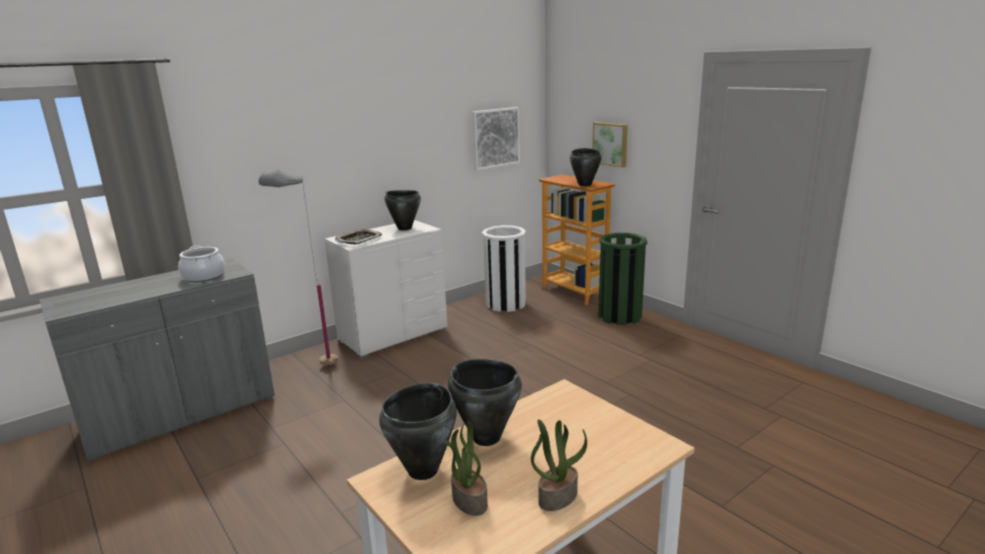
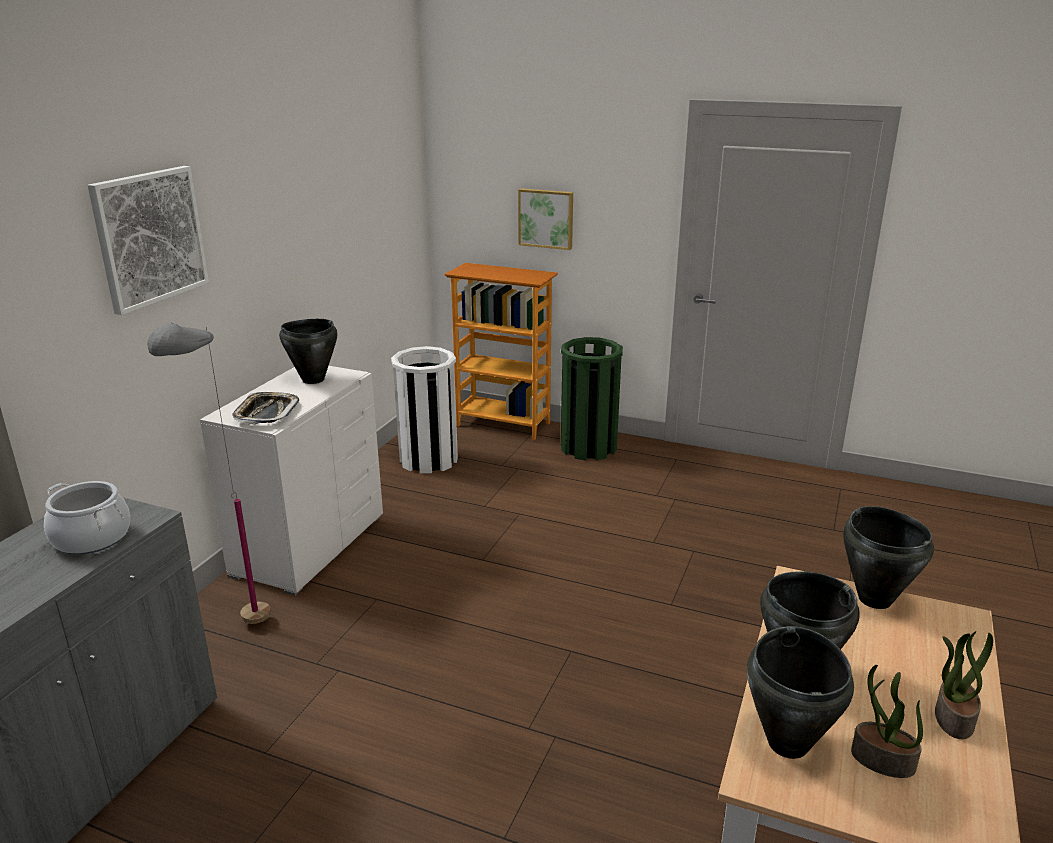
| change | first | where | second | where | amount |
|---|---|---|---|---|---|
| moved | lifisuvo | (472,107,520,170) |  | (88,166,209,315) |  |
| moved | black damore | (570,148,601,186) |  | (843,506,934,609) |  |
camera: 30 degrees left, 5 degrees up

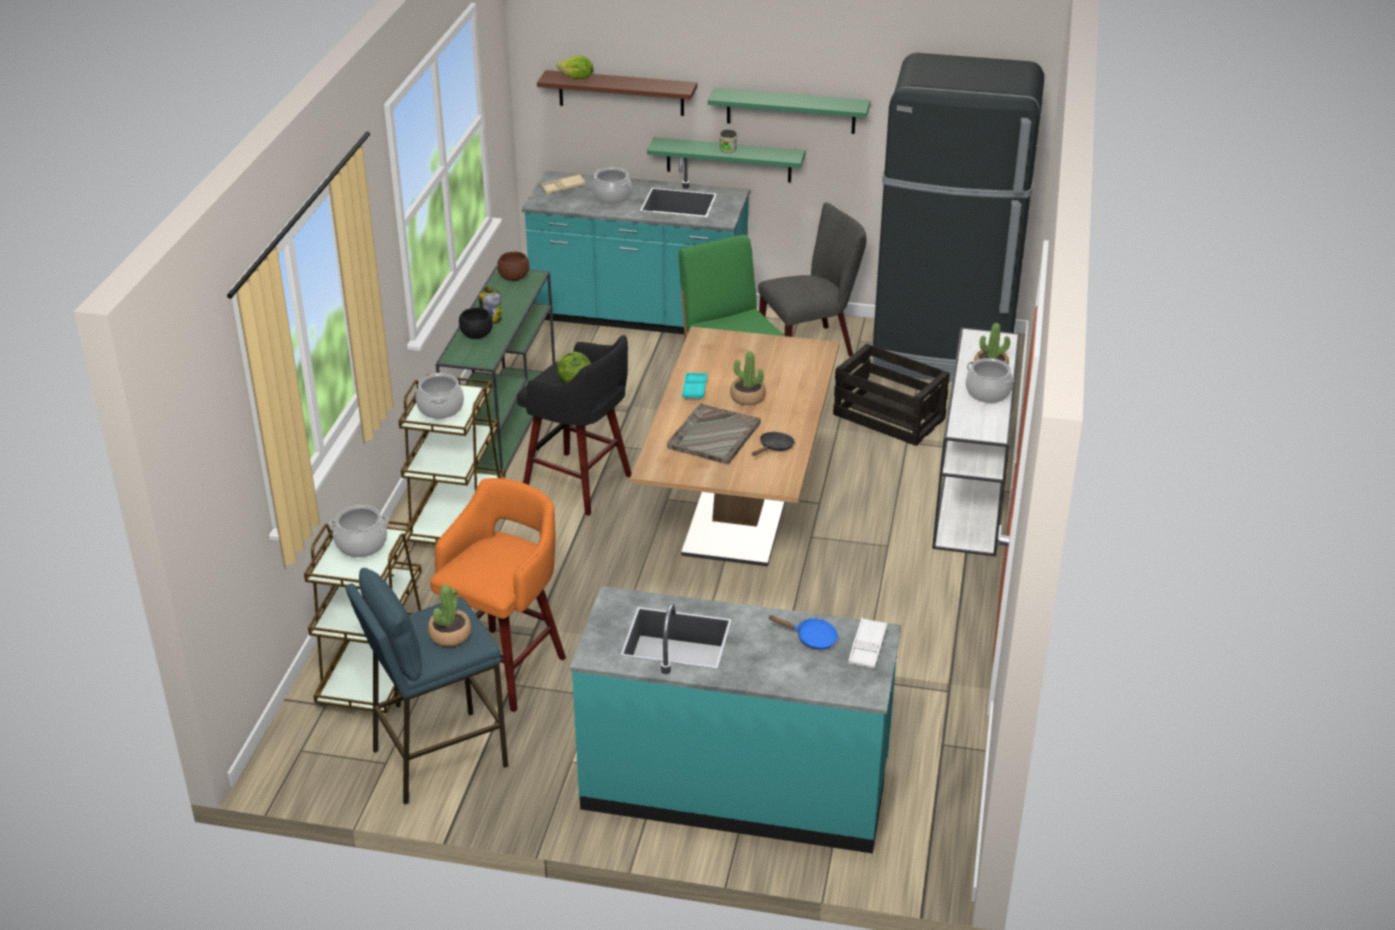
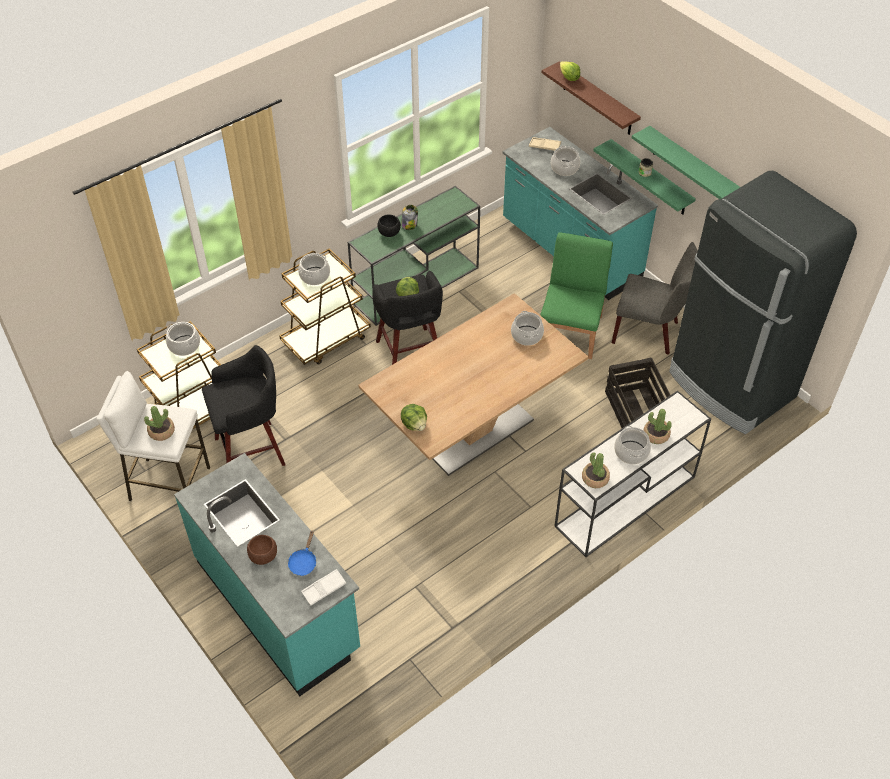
| change | first | where | second | where | amount |
|---|---|---|---|---|---|
| recoloured | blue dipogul | (346,568,508,805) | white dipogul | (97,371,210,501) |  |
| recoloured | orange dipogul | (430,478,566,712) | black dipogul | (202,345,286,466) |  |
| moved | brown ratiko | (497,252,529,281) |  | (247,535,277,565) |  |
| removed | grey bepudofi | (667,403,761,465) |  |  |  |
| removed | turquoise bepudofi | (682,373,707,399) |  |  |  |
| moved | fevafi | (730,351,766,405) |  | (582,452,610,488) |  |
| removed | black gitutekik | (752,432,795,456) |  |  |  |
| turned | blue gitutekik | (769,615,838,650) |  | (288,530,316,576) | 45 degrees clockwise |
| added |  |  | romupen | (401,404,427,431) |  |
| added |  |  | damore | (511,311,544,346) |  |
camera: 40 degrees right, 15 degrees up

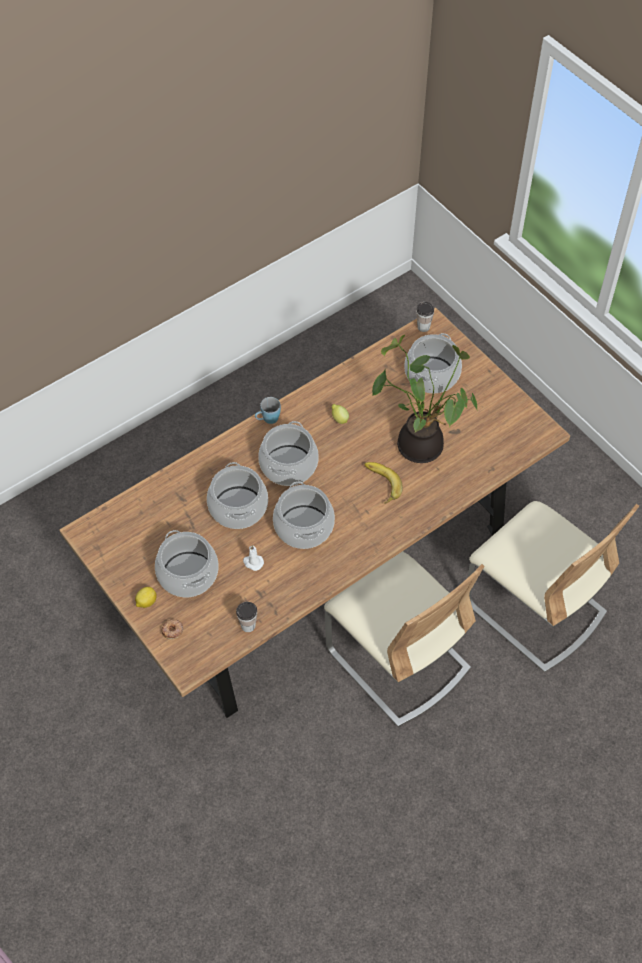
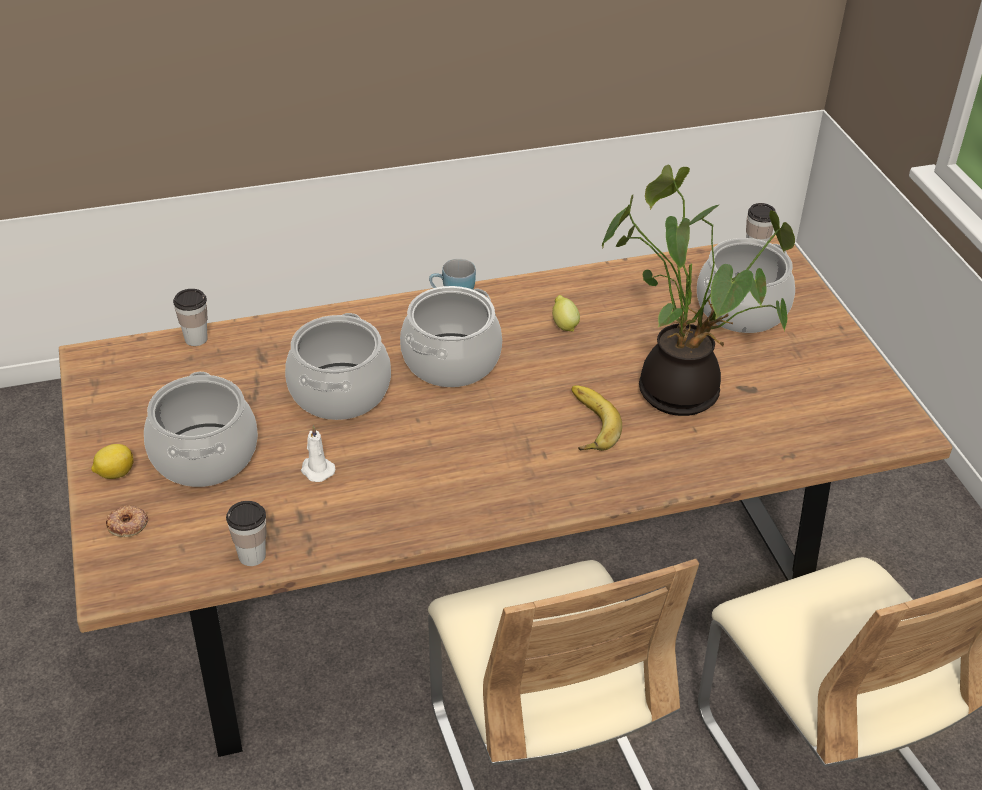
| change | first | where | second | where | amount |
|---|---|---|---|---|---|
| removed | damore | (273,482,335,549) |  |  |  |
| added |  |  | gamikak | (173,289,208,346) |  |
camera: 20 degrees right, 15 degrees down

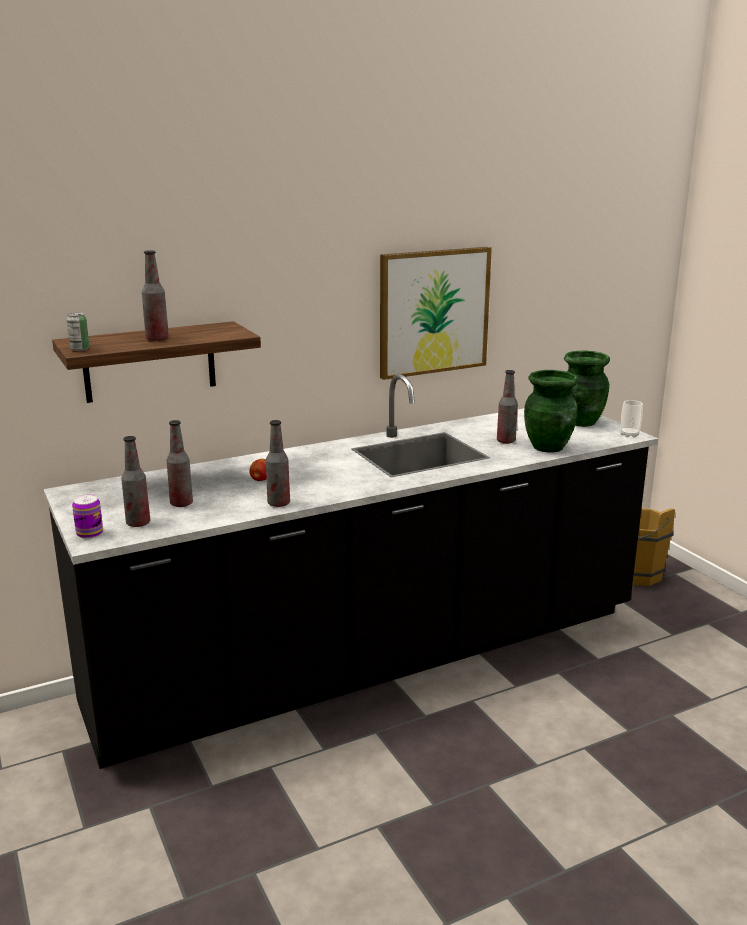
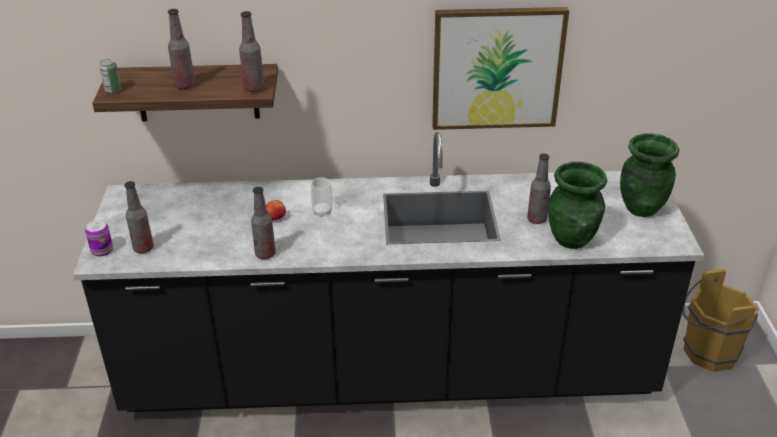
| change | first | where | second | where | amount |
|---|---|---|---|---|---|
| moved | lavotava | (166,420,193,507) |  | (239,11,264,92) |  |
| moved | gamikak | (620,400,643,438) |  | (311,178,332,217) |  |
camera: 25 degrees right, 15 degrees up

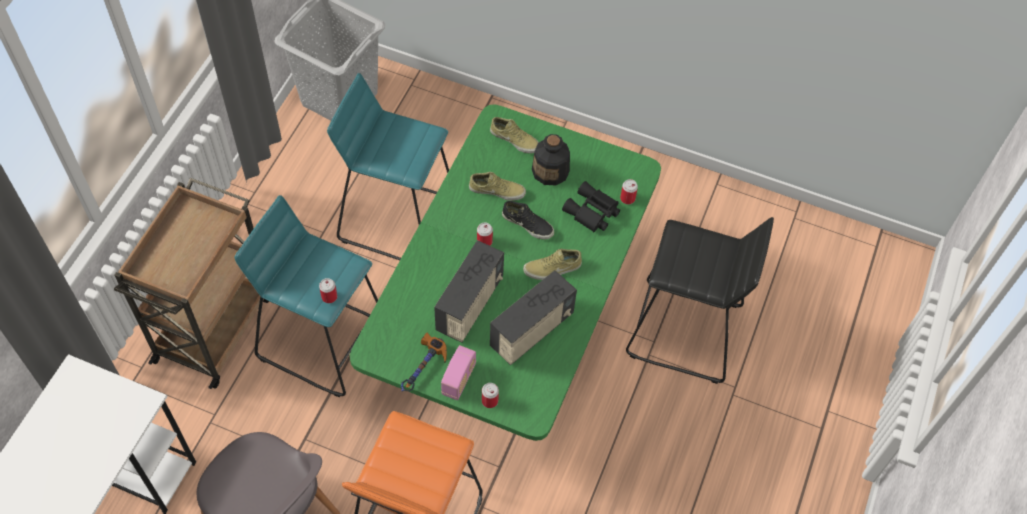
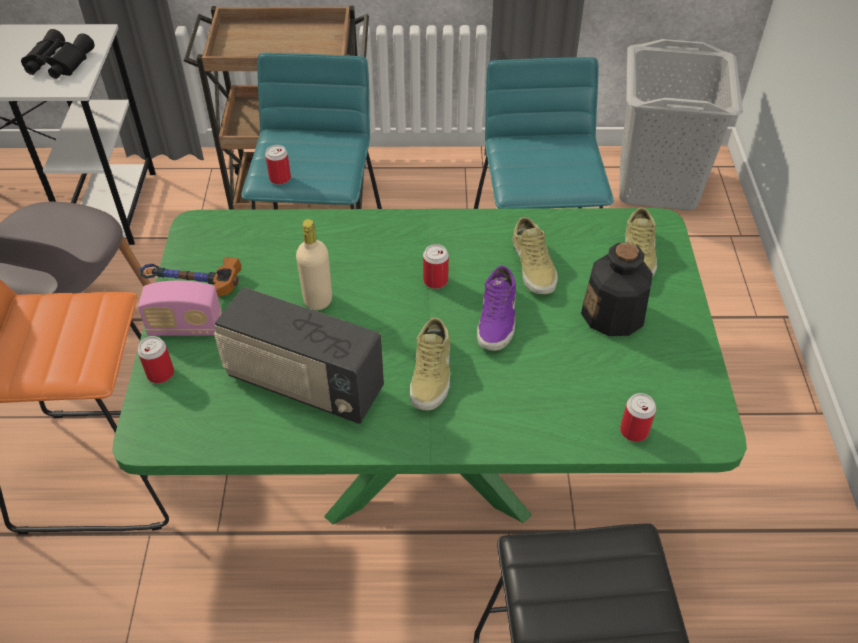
| change | first | where | second | where | amount |
|---|---|---|---|---|---|
| replaced | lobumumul | (434,240,504,343) | beige lavotava | (296,219,332,310) |  |
| recoloured | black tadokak | (502,201,554,240) | purple tadokak | (477,266,516,351) |  |
| turned | beige tadokak | (523,249,582,280) |  | (410,318,450,410) | 135 degrees counterclockwise |
| moved | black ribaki | (562,181,620,232) |  | (21,29,95,79) |  |
camera: 70 degrees right, 10 degrees down

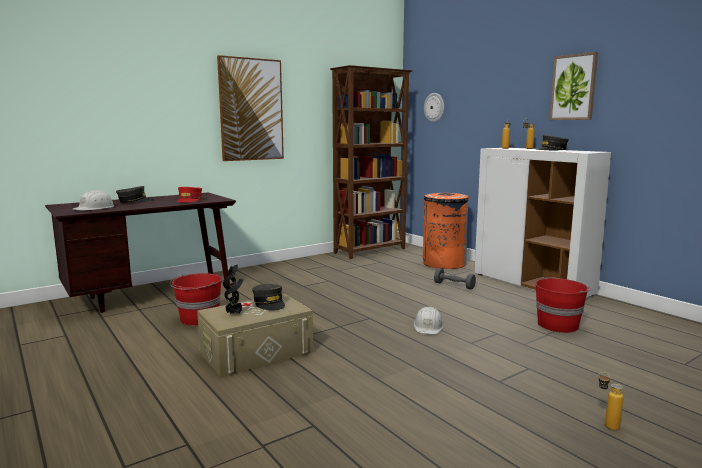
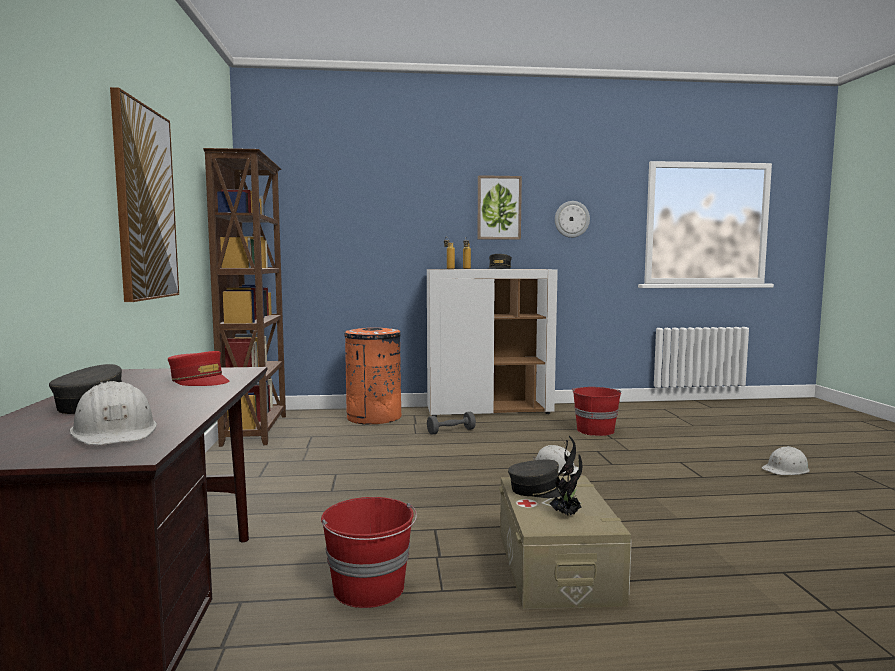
| change | first | where | second | where | amount |
|---|---|---|---|---|---|
| moved | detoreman | (424,93,444,122) |  | (555,201,590,238) |  |
| replaced | lavotava | (598,372,623,430) | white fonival | (762,446,810,475) |  |
camera: 60 degrees left, 5 degrees down

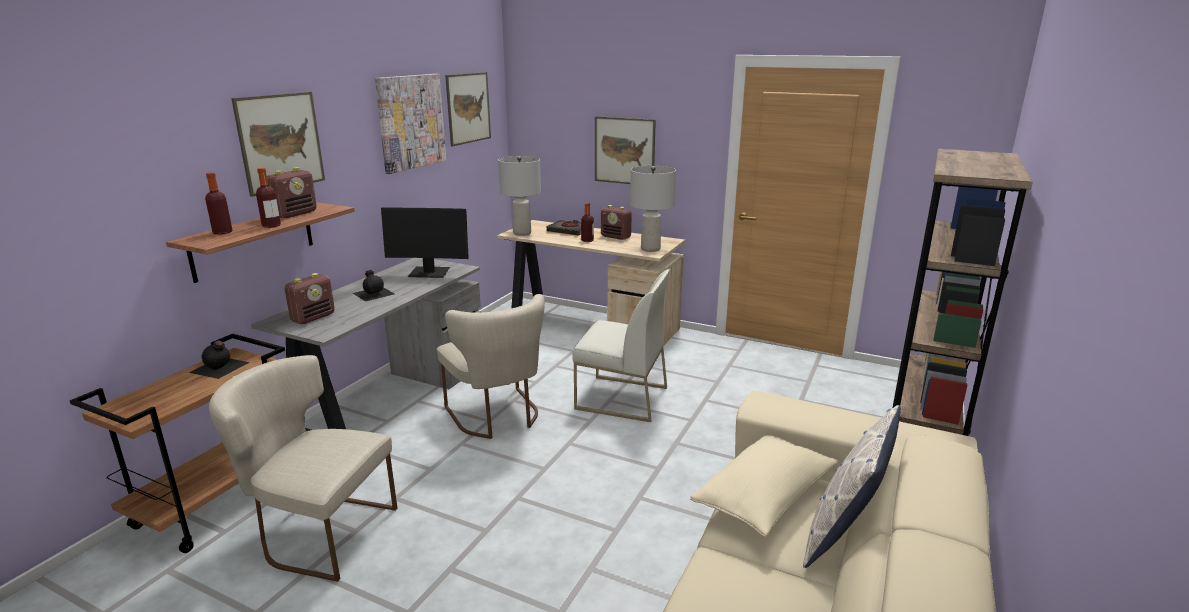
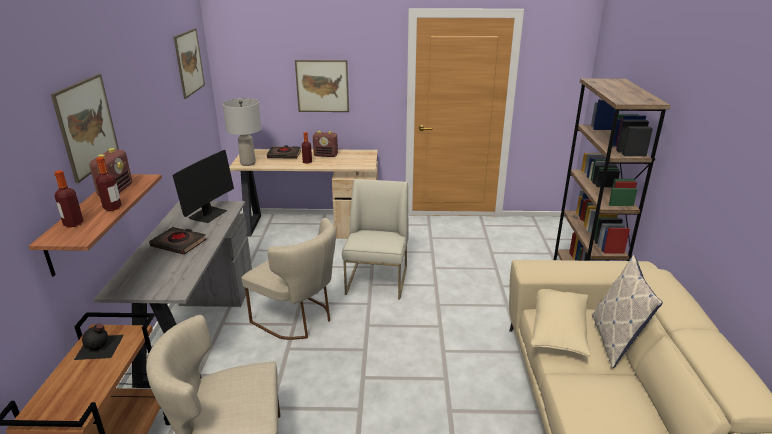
| change | first | where | second | where | amount |
|---|---|---|---|---|---|
| removed | lobumumul | (284,273,335,324) |  |  |  |
| replaced | black lavotava | (353,270,394,301) | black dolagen | (149,227,206,255) |  |
| removed | lifisuvo | (375,74,446,174) |  |  |  |
| turned | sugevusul | (381,208,469,278) |  | (173,150,234,223) | 45 degrees counterclockwise |
| turned | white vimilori | (572,269,670,422) |  | (342,179,409,300) | 75 degrees counterclockwise |
| removed | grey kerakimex | (630,166,676,252) |  |  |  |
camera: 25 degrees left, 5 degrees up

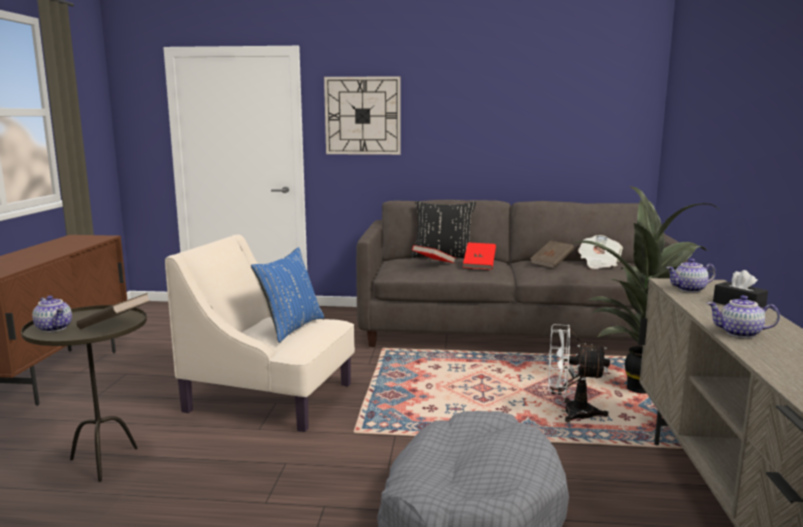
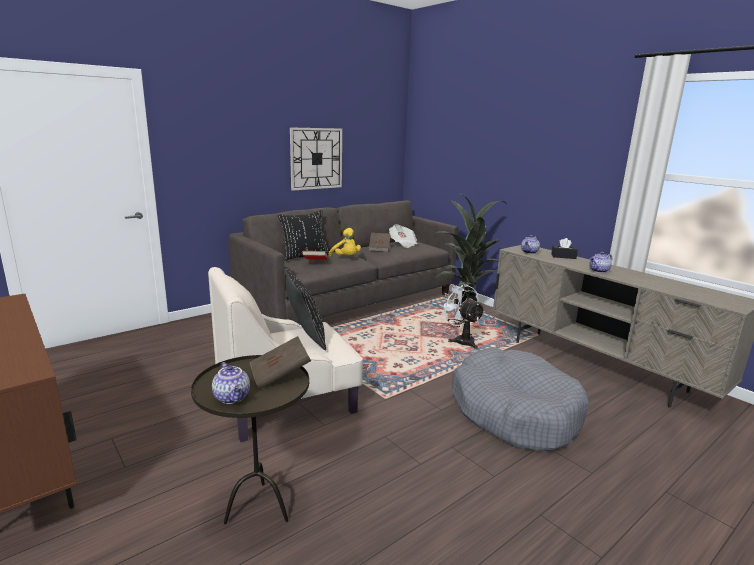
| change | first | where | second | where | amount |
|---|---|---|---|---|---|
| turned | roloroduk | (32,296,72,332) |  | (212,362,250,404) | 60 degrees clockwise |
| recoloured | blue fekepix | (251,247,325,343) | black fekepix | (285,269,326,351) |  |
| moved | detoreman | (324,76,400,155) |  | (290,127,342,191) |  |
| replaced | red dolagen | (463,242,496,270) | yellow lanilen | (329,228,361,257) |  |
| turned | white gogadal | (548,324,610,422) |  | (440,284,485,349) | 90 degrees clockwise |
camera: 45 degrees left, 5 degrees up

